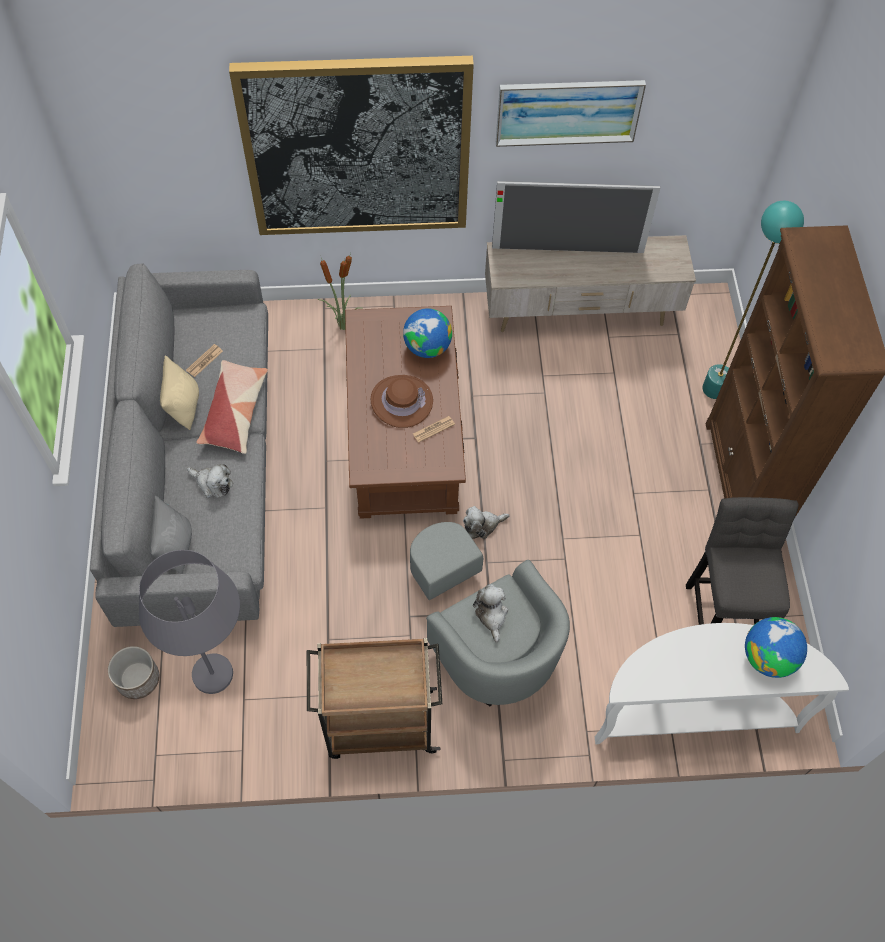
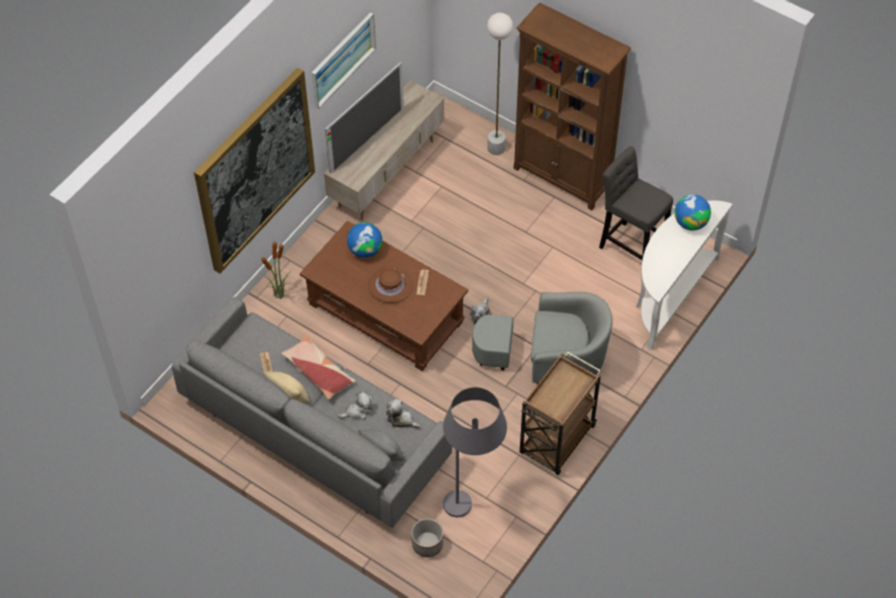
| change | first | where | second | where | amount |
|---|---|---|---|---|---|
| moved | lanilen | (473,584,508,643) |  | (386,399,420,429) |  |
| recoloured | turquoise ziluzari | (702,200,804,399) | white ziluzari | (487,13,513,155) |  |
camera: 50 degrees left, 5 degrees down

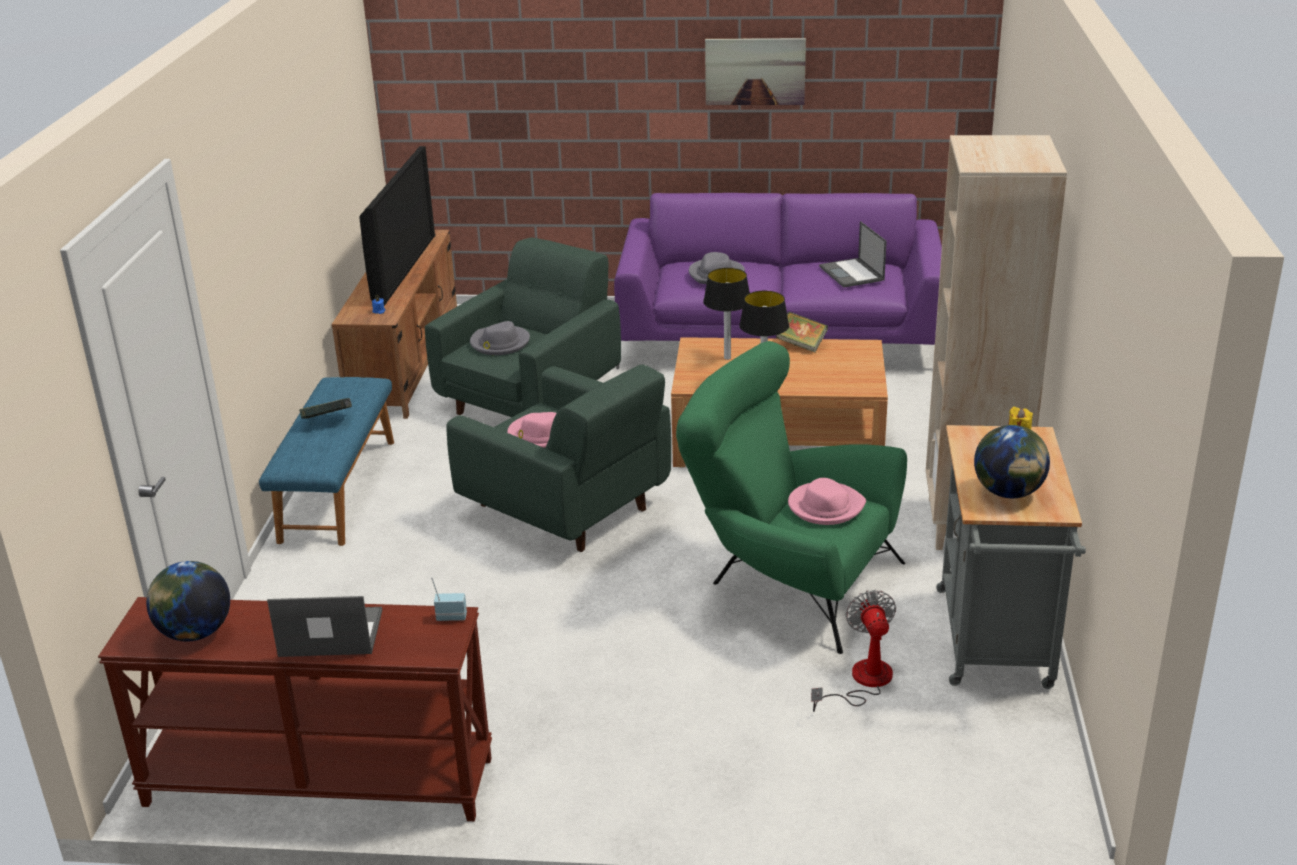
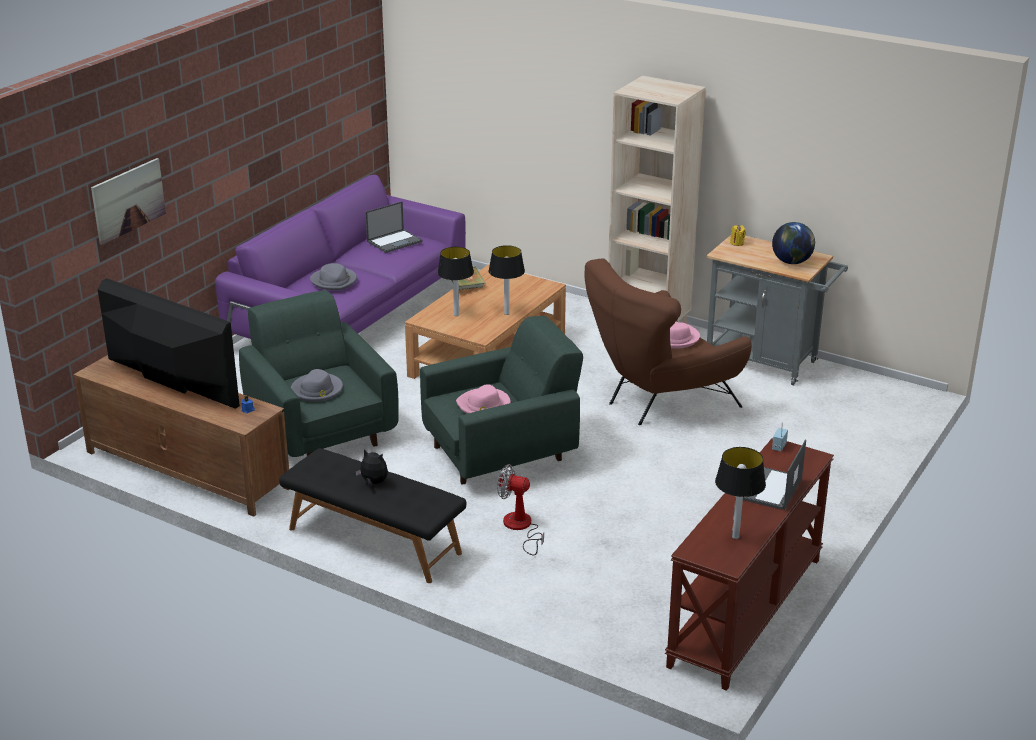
| change | first | where | second | where | amount |
|---|---|---|---|---|---|
| replaced | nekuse | (146,561,230,642) | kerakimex | (715,447,766,539) |  |
| recoloured | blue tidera | (259,377,394,546) | black tidera | (279,448,466,583) |  |
| replaced | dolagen | (299,398,352,419) | lanilen | (355,449,388,486) |  |
| recoloured | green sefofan | (676,341,907,654) | brown sefofan | (584,258,752,425) |  |
| moved | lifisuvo | (705,38,806,105) |  | (91,158,166,245) |  |
| moved | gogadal | (811,590,896,712) |  | (497,464,544,556) |  |
| turned | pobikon | (819,221,887,288) |  | (365,201,422,253) | 45 degrees counterclockwise |
camera: 65 degrees left, 0 degrees up

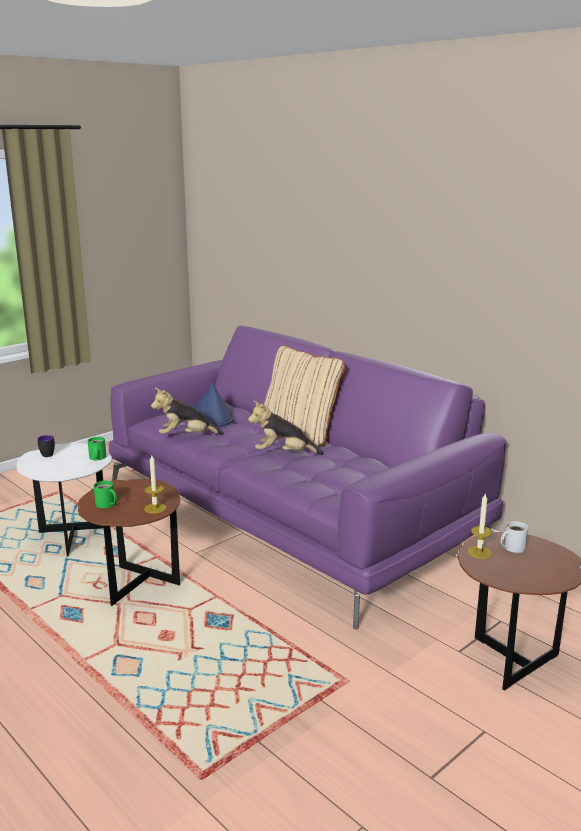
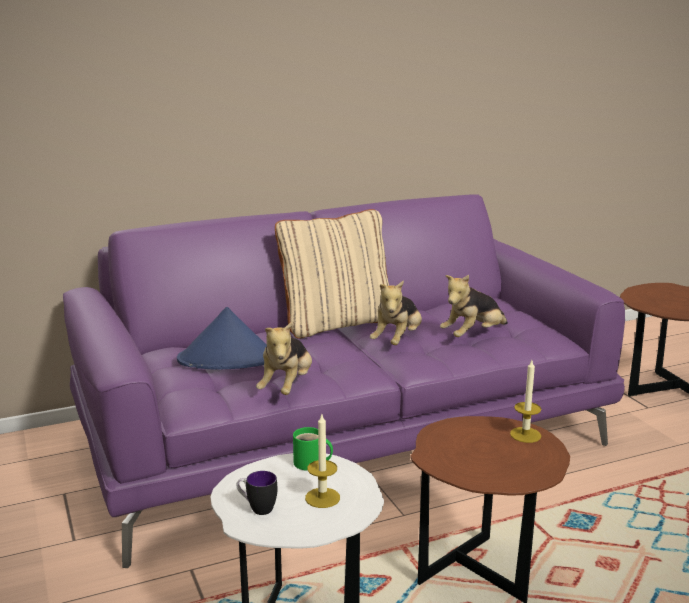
| change | first | where | second | where | amount |
|---|---|---|---|---|---|
| removed | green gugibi | (94,481,117,508) |  |  |  |
| moved | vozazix | (467,494,493,559) |  | (305,415,340,508) |  |
| removed | white gugibi | (501,521,528,553) |  |  |  |
| added |  |  | lanilen | (440,275,508,337) |  |
camera: 70 degrees left, 0 degrees up

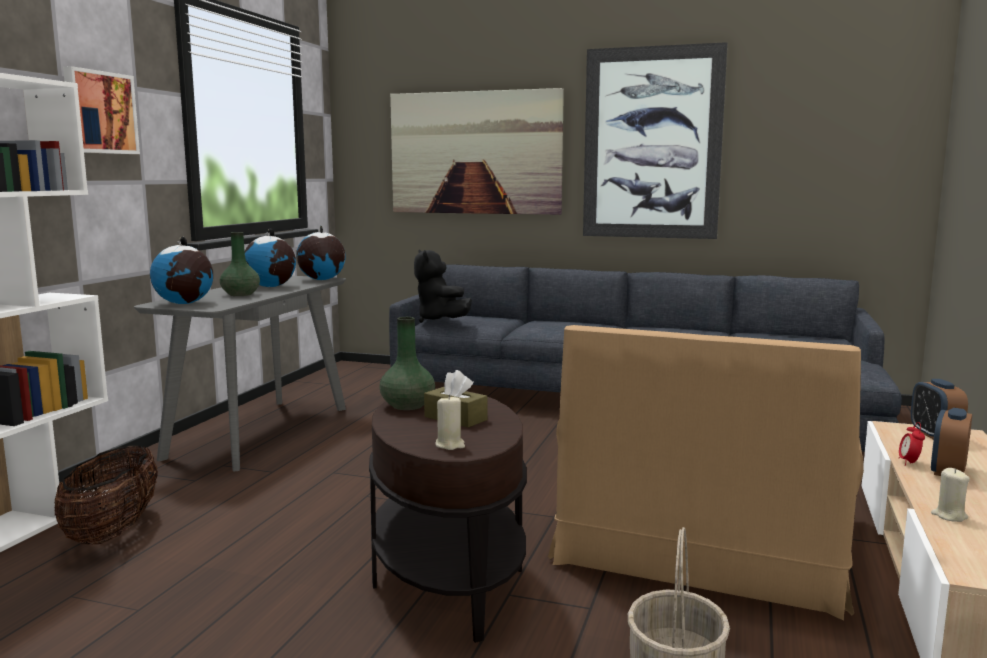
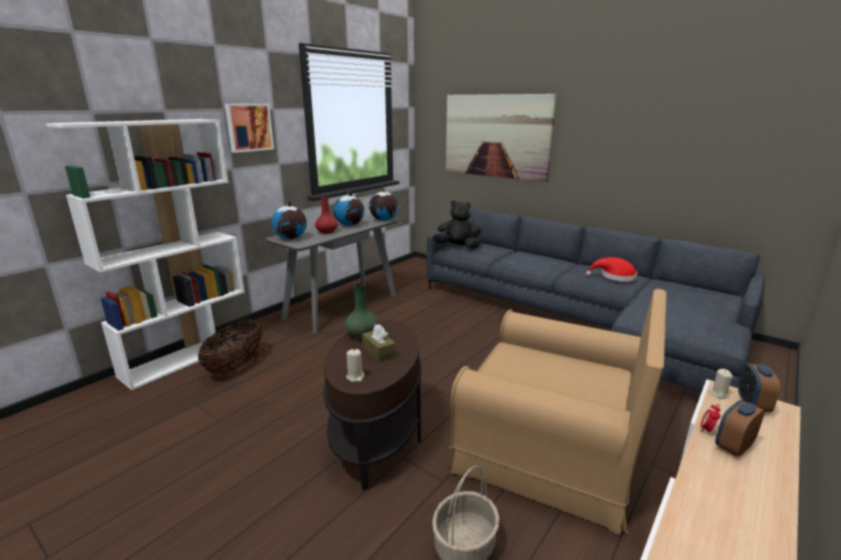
| change | first | where | second | where | amount |
|---|---|---|---|---|---|
| recoloured | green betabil | (220,232,260,296) | red betabil | (315,196,338,234) |  |
| turned | black lanilen | (414,250,472,323) |  | (433,200,482,249) | 105 degrees clockwise |
| turned | brown sefofan | (547,325,864,620) |  | (449,289,667,535) | 105 degrees counterclockwise |
| removed | lifisuvo | (583,42,728,239) |  |  |  |
| moved | beige vozazix | (931,468,970,522) |  | (708,369,733,399) |  |
| added |  |  | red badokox | (586,257,637,281) |  |
camera: 20 degrees right, 10 degrees up

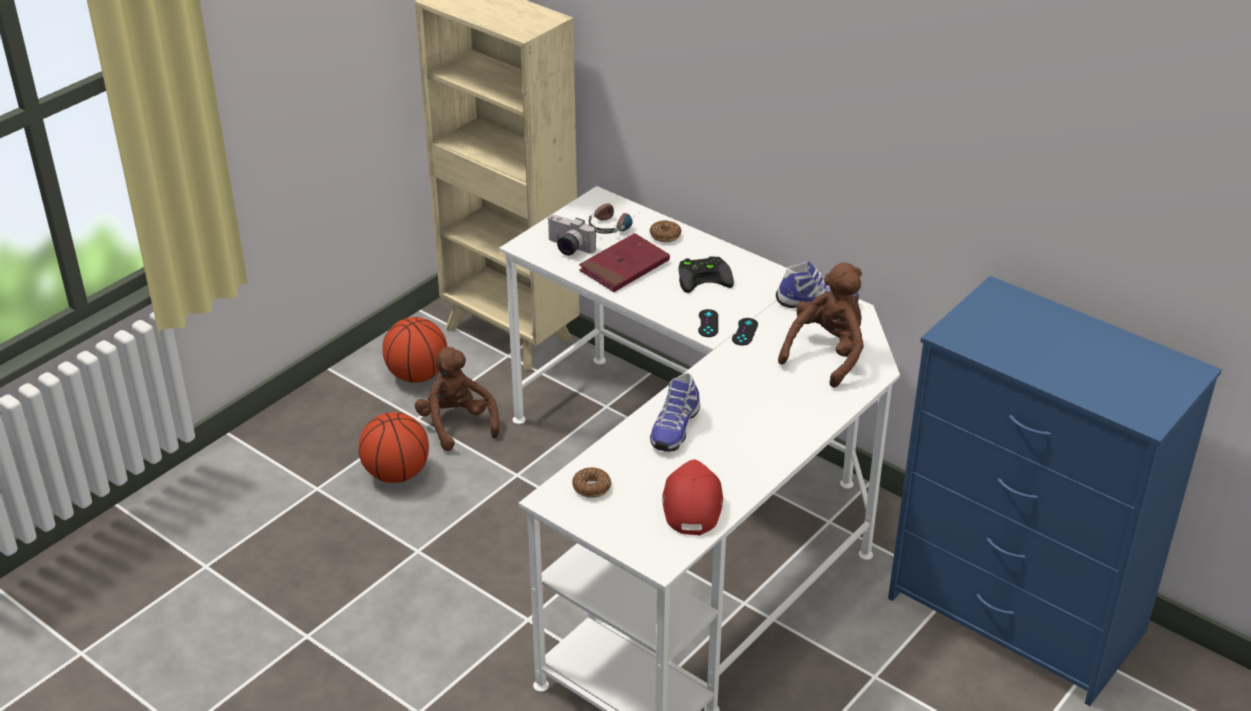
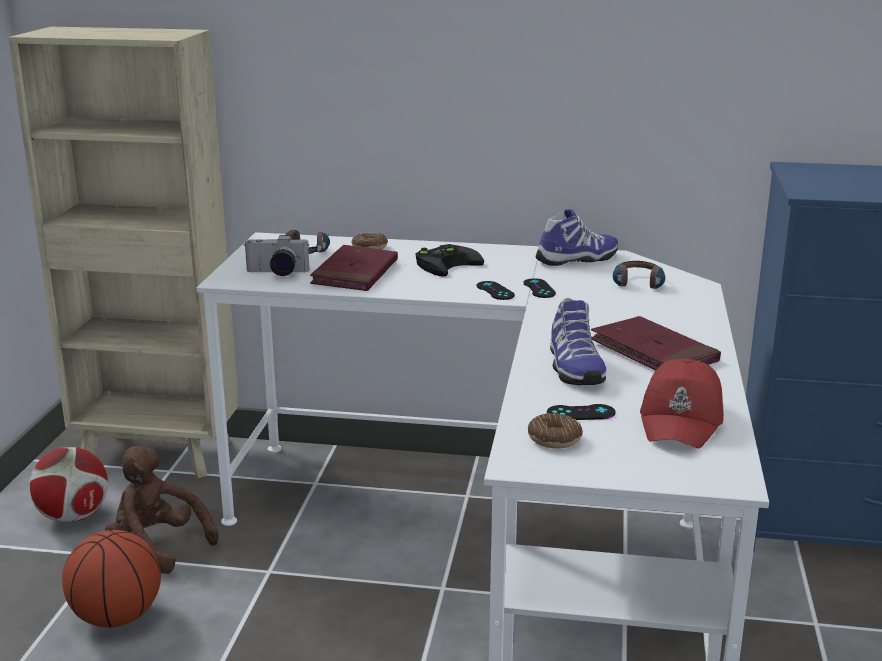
| change | first | where | second | where | amount |
|---|---|---|---|---|---|
| replaced | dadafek | (382,317,447,383) | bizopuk | (29,447,108,522) |  |
| turned | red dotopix | (662,459,723,535) |  | (640,359,724,449) | 135 degrees counterclockwise |
| replaced | brown lanilen | (778,262,864,388) | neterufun | (613,261,665,289) |  |
| added |  |  | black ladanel | (547,404,616,420) |  |
| added |  |  | red dolagen | (591,316,721,371) |  |
camera: 30 degrees left, 15 degrees down

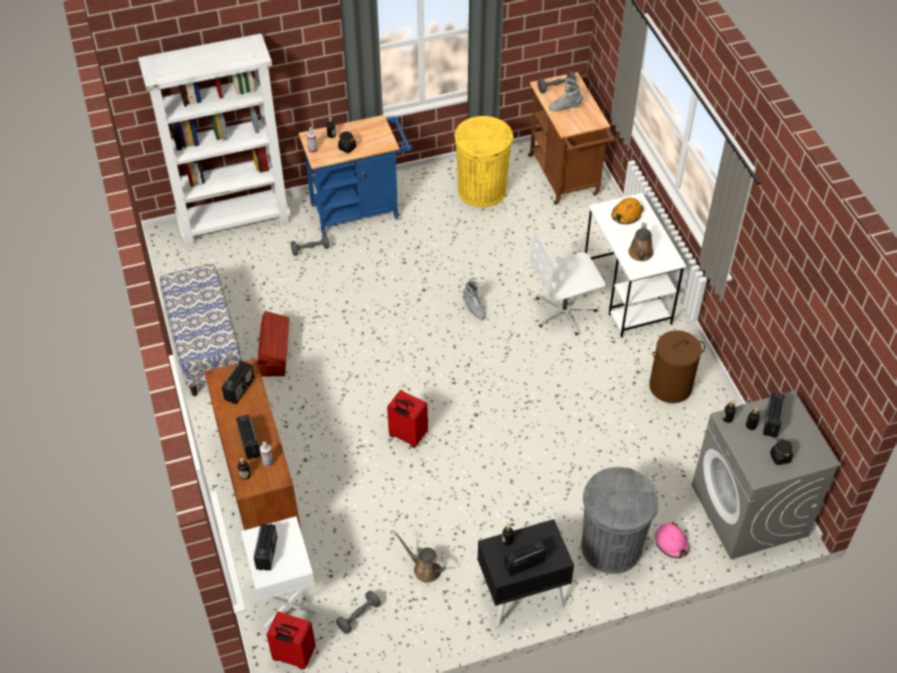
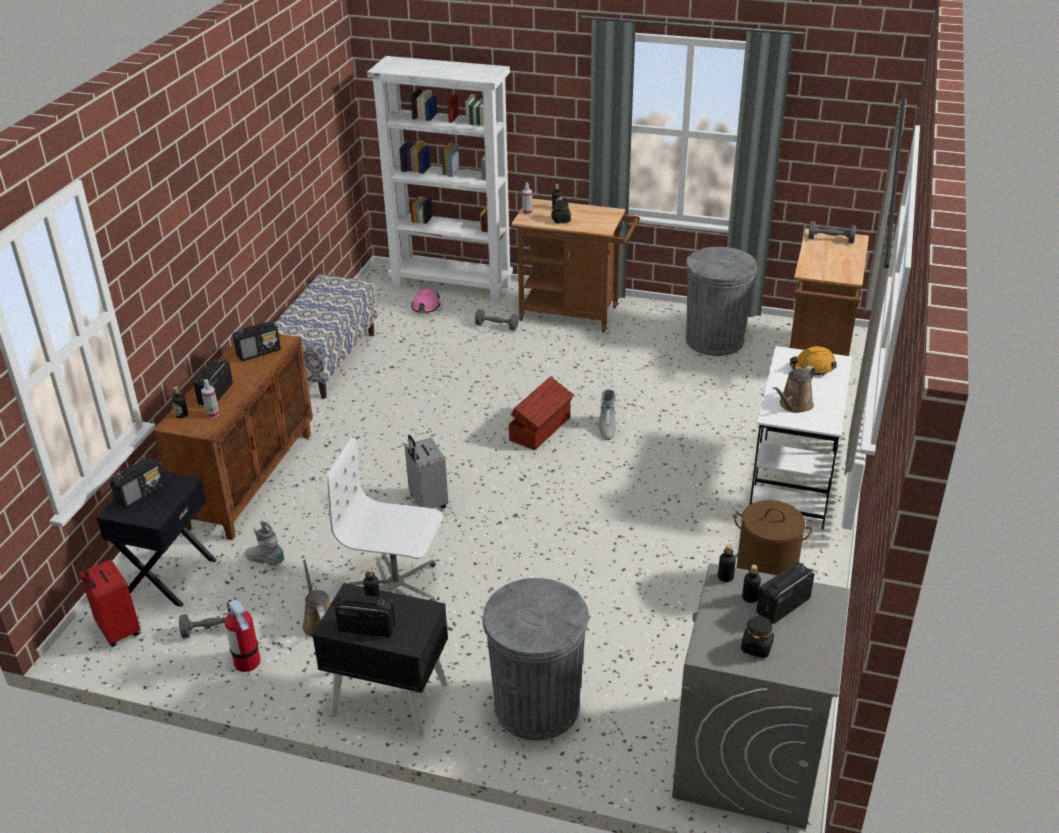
| change | first | where | second | where | amount |
|---|---|---|---|---|---|
| recoloured | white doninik | (241,516,319,628) | black doninik | (96,471,217,607) |  |
| moved | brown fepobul | (257,311,290,376) |  | (509,376,574,450) |  |
| recoloured | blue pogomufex | (298,115,412,235) | brown pogomufex | (511,199,640,333) |  |
| recoloured | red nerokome | (387,390,428,448) | grey nerokome | (405,435,448,509) |  |
| recoloured | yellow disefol | (454,116,513,208) | grey disefol | (686,247,757,356) |  |
| moved | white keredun | (530,230,605,336) |  | (327,438,443,601) |  |
| moved | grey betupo | (549,79,583,111) |  | (245,521,284,565) |  |
| moved | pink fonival | (655,522,689,558) |  | (412,289,441,313) |  |
| added |  |  | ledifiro | (217,599,261,672) |  |
camera: 35 degrees right, 15 degrees down

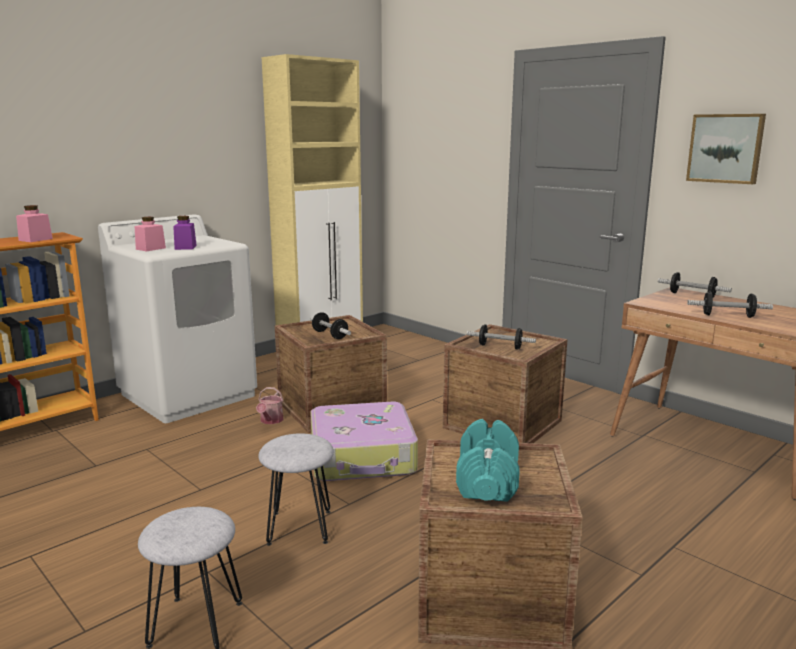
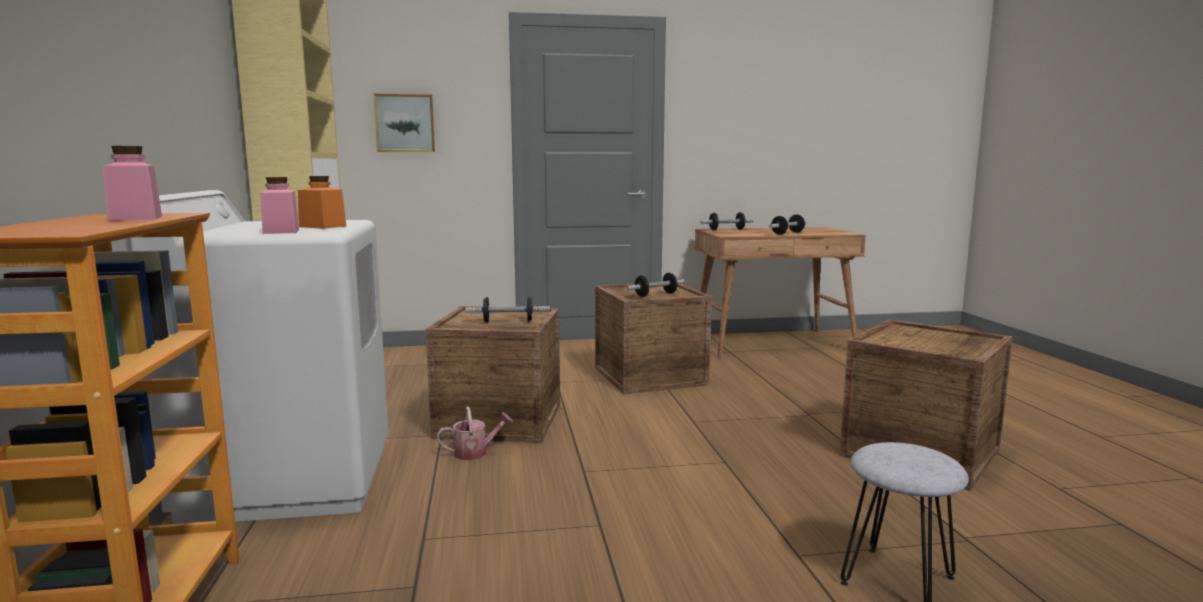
| change | first | where | second | where | amount |
|---|---|---|---|---|---|
| recoloured | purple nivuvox | (173,216,197,250) | orange nivuvox | (298,176,346,229) |  |
| turned | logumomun | (256,387,284,424) |  | (437,407,513,460) | 60 degrees counterclockwise |
| removed | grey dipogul | (258,433,334,546) |  |  |  |
| removed | nerokome | (310,402,418,481) |  |  |  |
| removed | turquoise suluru | (456,419,520,502) |  |  |  |
| moved | lifisuvo | (686,114,766,184) |  | (374,94,435,152) |  |
camera: 55 degrees left, 5 degrees down

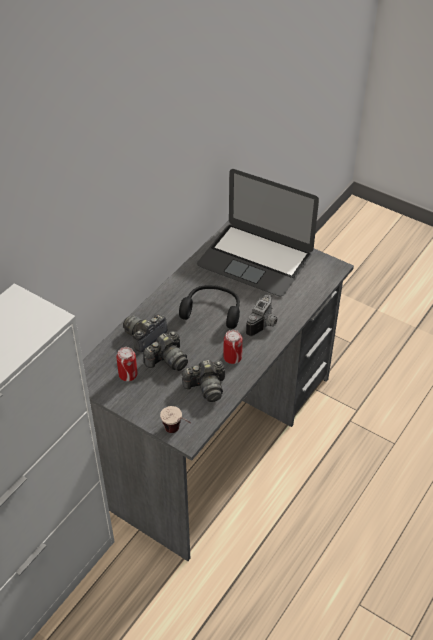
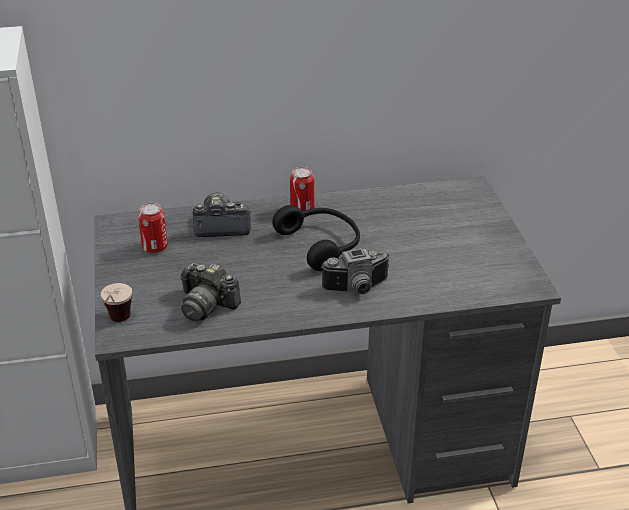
| change | first | where | second | where | amount |
|---|---|---|---|---|---|
| removed | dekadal | (143,331,188,371) |  |  |  |
| removed | pobikon | (197,169,319,297) |  |  |  |
| moved | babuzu | (223,330,243,364) |  | (290,167,315,211) |  |
camera: 45 degrees right, 10 degrees down

